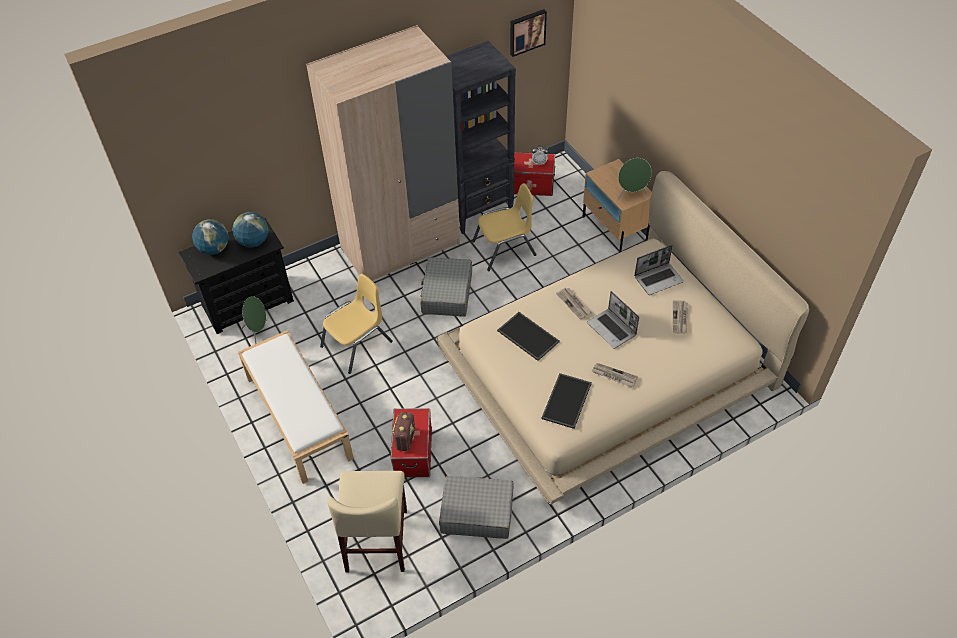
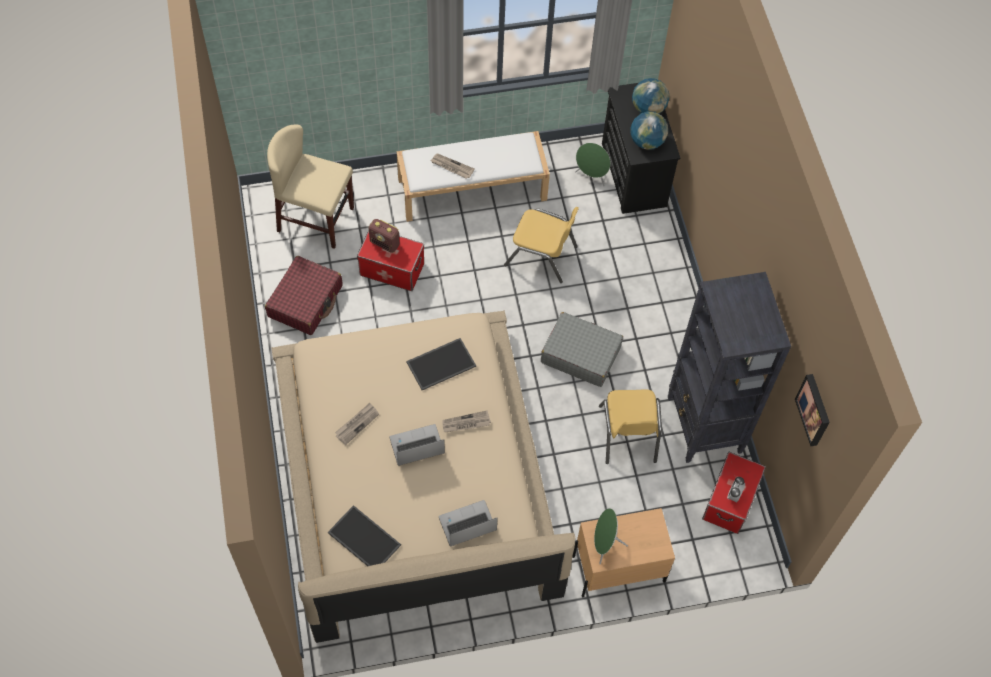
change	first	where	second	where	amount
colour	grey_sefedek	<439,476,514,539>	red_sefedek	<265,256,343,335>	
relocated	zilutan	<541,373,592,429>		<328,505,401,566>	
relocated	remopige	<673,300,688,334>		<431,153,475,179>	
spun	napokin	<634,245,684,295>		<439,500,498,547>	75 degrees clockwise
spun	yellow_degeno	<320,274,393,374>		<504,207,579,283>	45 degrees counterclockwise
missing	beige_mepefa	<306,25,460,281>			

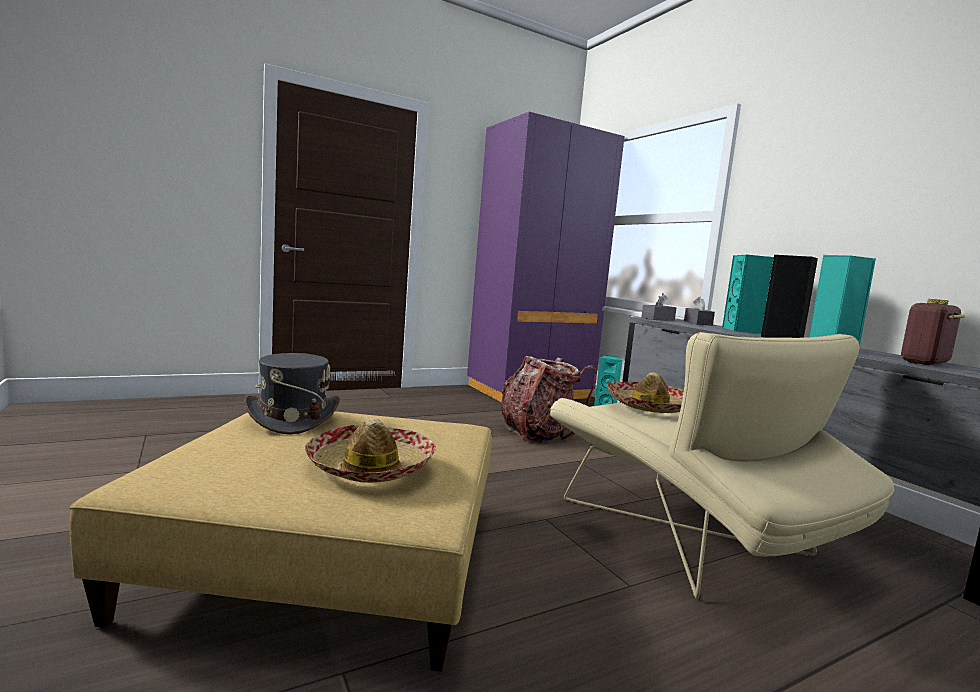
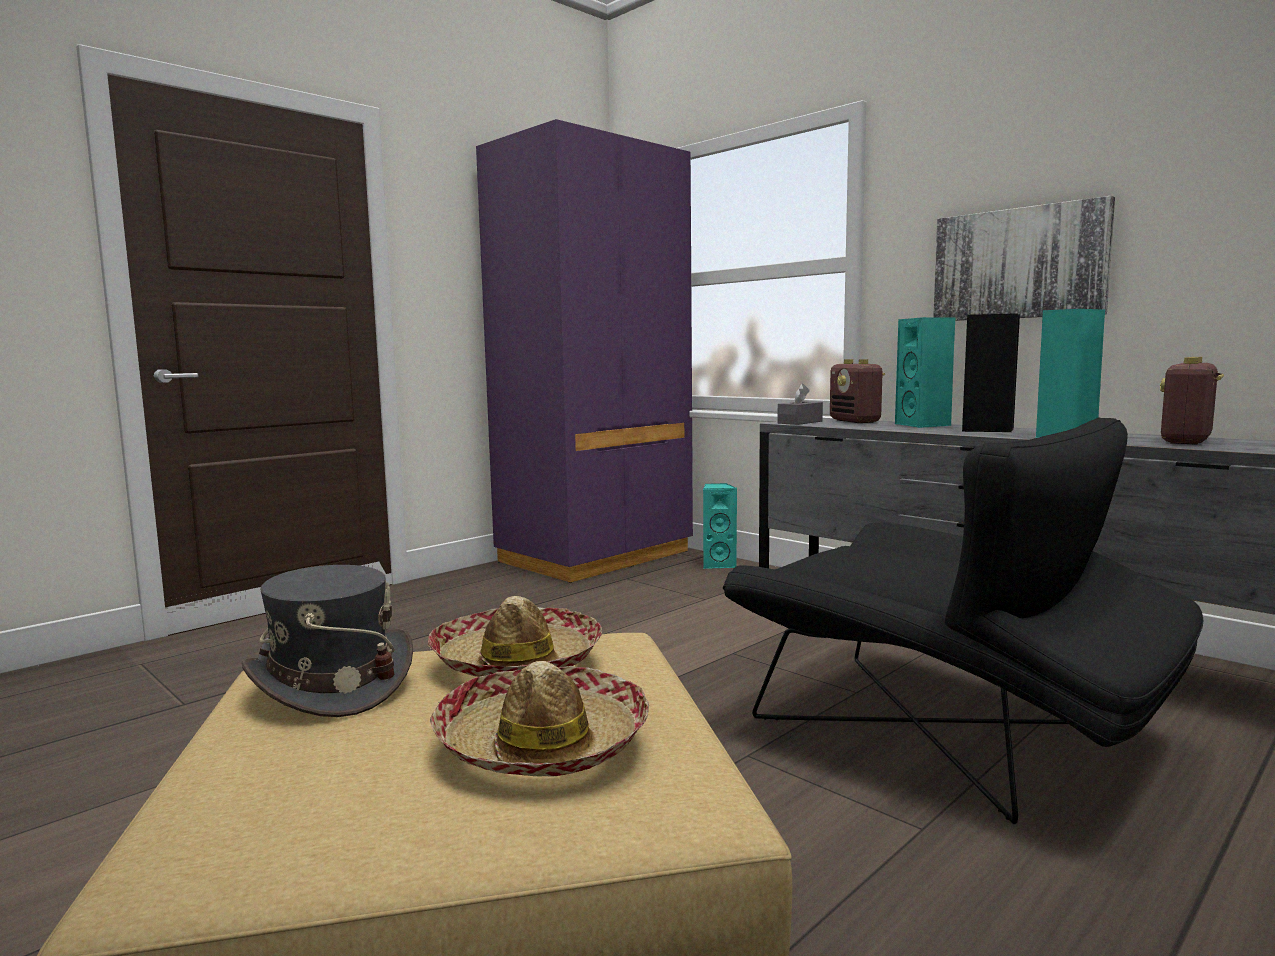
change	first	where	second	where	amount
relocated	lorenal	<607,372,684,413>		<428,596,602,677>	
colour	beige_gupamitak	<549,332,894,599>	black_gupamitak	<723,417,1203,824>	
exchanged	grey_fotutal	<684,296,715,326>	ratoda	<830,359,885,423>	
appeared			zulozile	<933,196,1115,321>	
missing	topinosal	<501,356,597,443>			

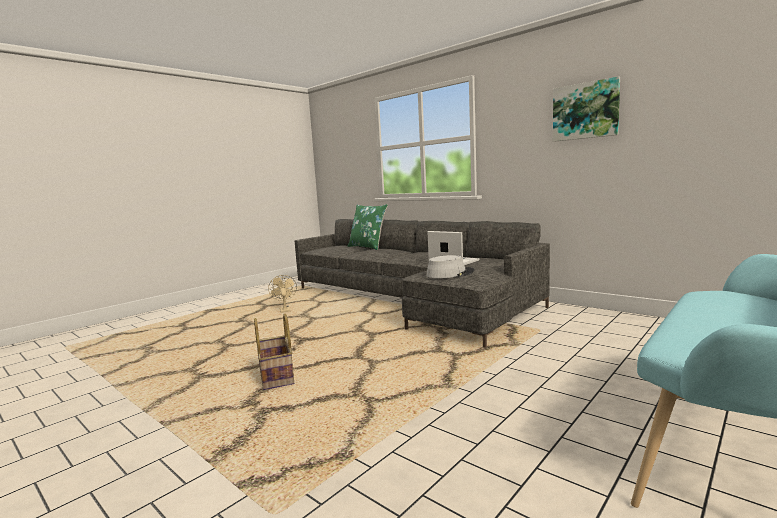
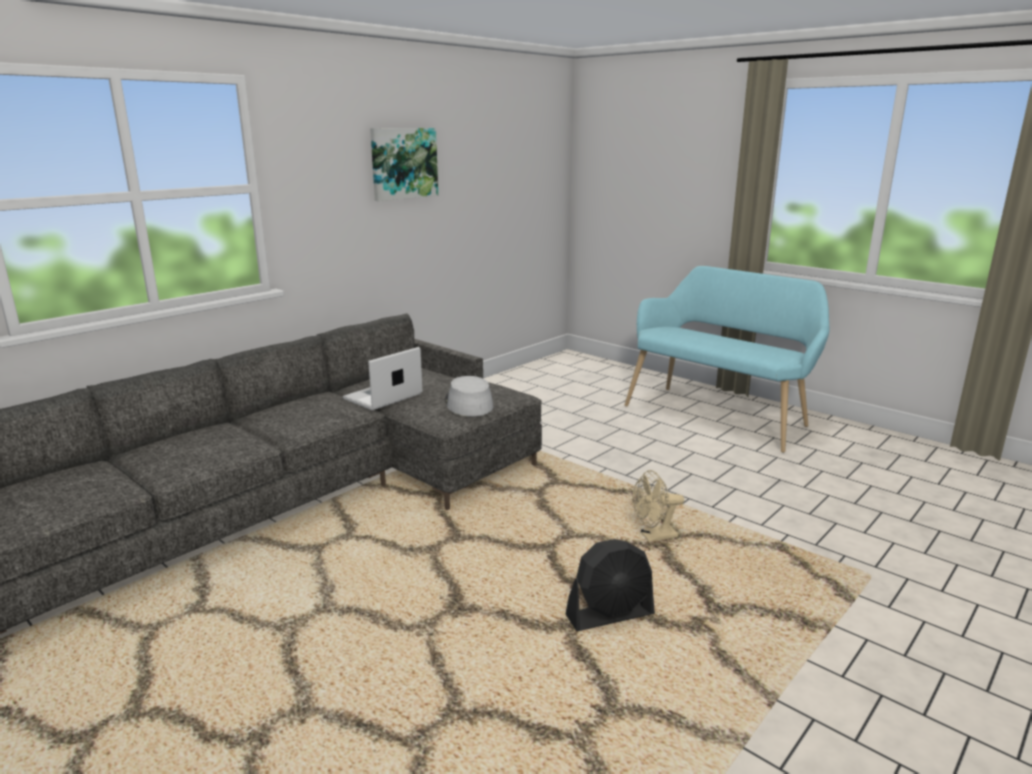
change	first	where	second	where	amount
exchanged	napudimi	<254,314,294,390>	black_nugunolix	<566,539,655,631>	
relocated	beige_nugunolix	<268,275,297,313>		<633,470,684,542>	
missing	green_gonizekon	<347,204,388,250>			

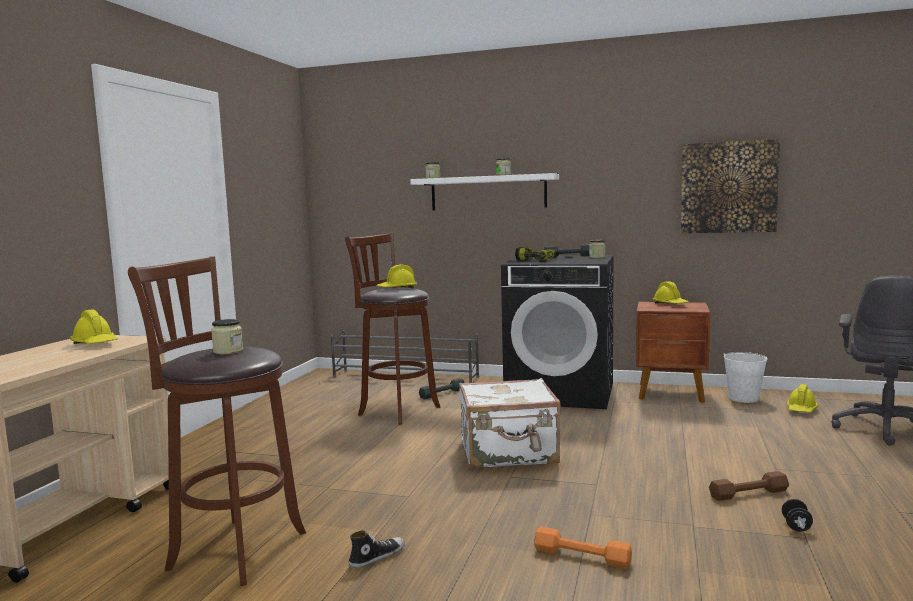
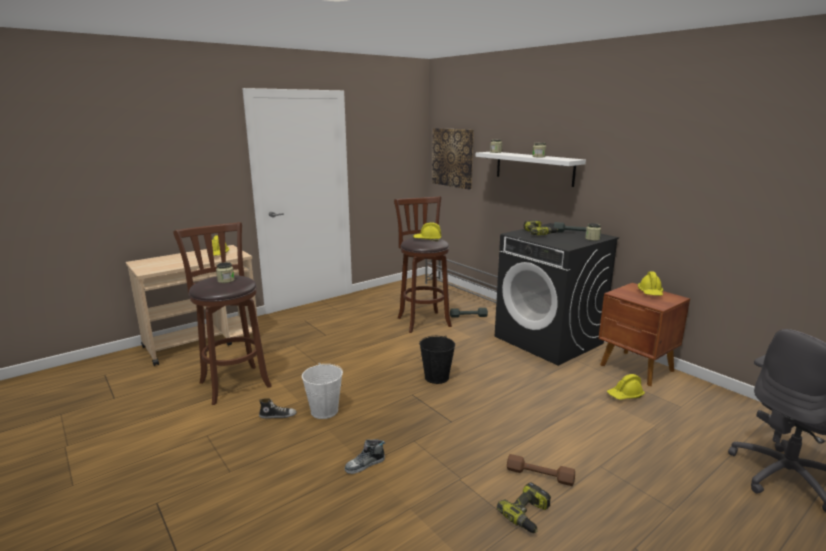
change	first	where	second	where	amount
relocated	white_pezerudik	<724,352,768,403>		<302,363,343,419>	
exchanged	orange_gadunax	<534,526,632,569>	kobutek	<345,439,385,474>	
exchanged	white_sefedek	<459,378,561,468>	black_pezerudik	<419,336,455,384>	
relocated	zulozile	<681,139,780,233>		<432,128,474,190>	
exchanged	black_gadunax	<782,499,813,531>	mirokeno	<497,482,551,533>	
relocated	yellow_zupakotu	<787,384,818,412>		<607,374,645,400>	

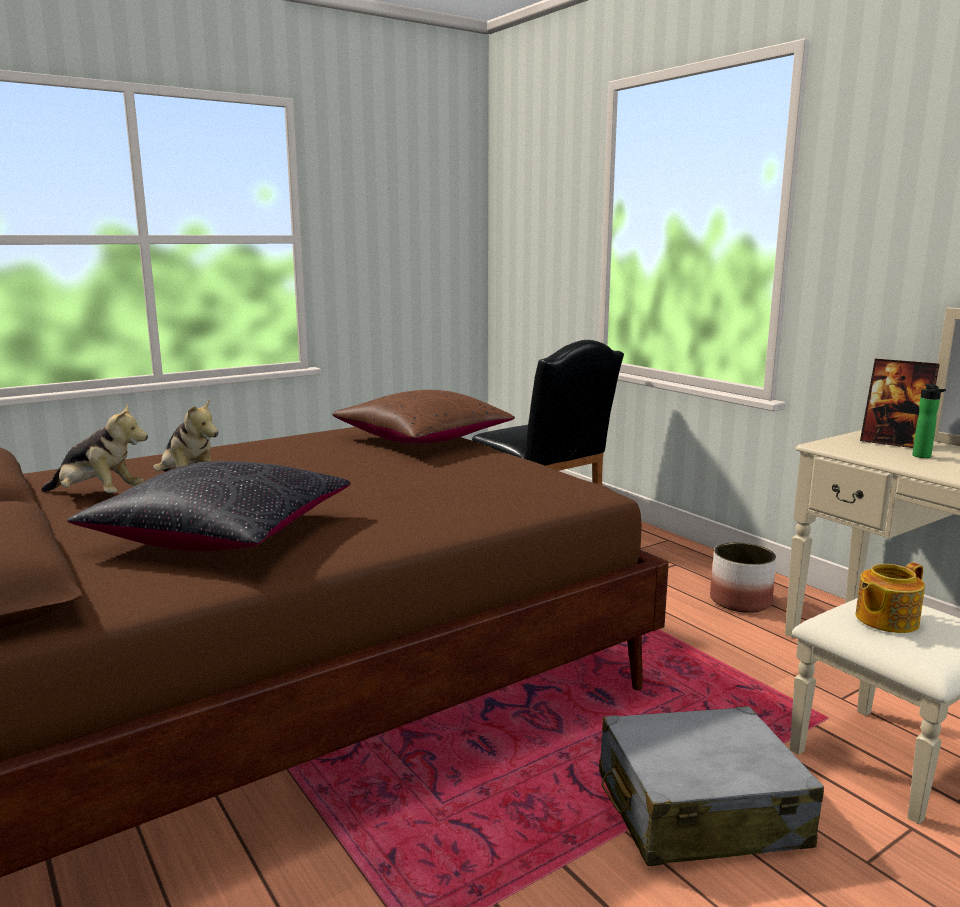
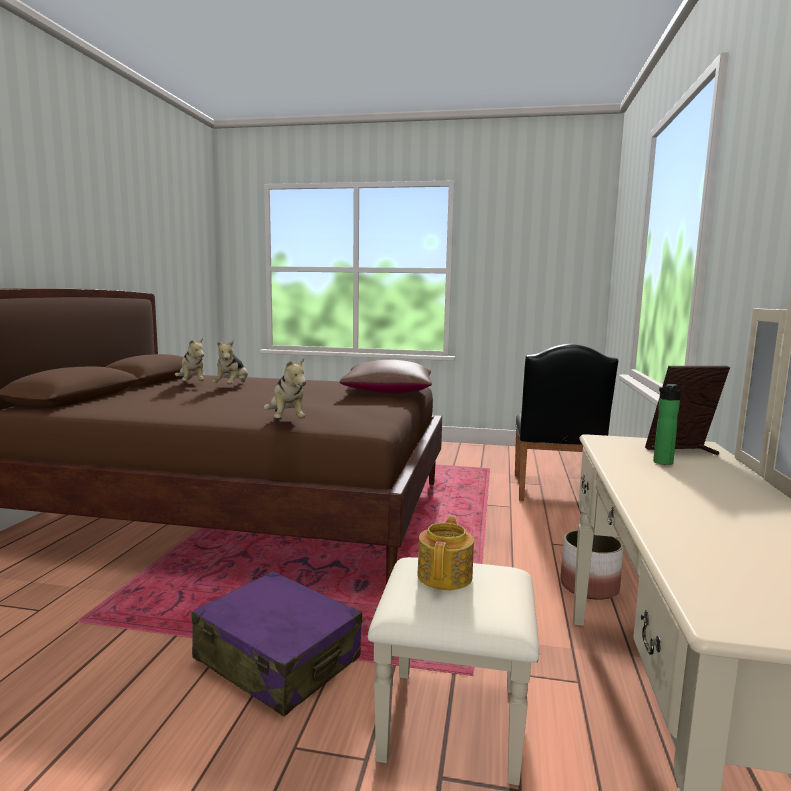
change	first	where	second	where	amount
colour	grey_sefedek	<599,706,824,866>	purple_sefedek	<191,571,362,716>	
appeared			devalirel	<264,358,306,418>	
spun	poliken	<856,562,925,633>		<417,515,474,590>	90 degrees clockwise
spun	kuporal	<860,359,940,448>		<645,366,730,455>	90 degrees clockwise
missing	black_gonizekon	<67,461,351,551>			

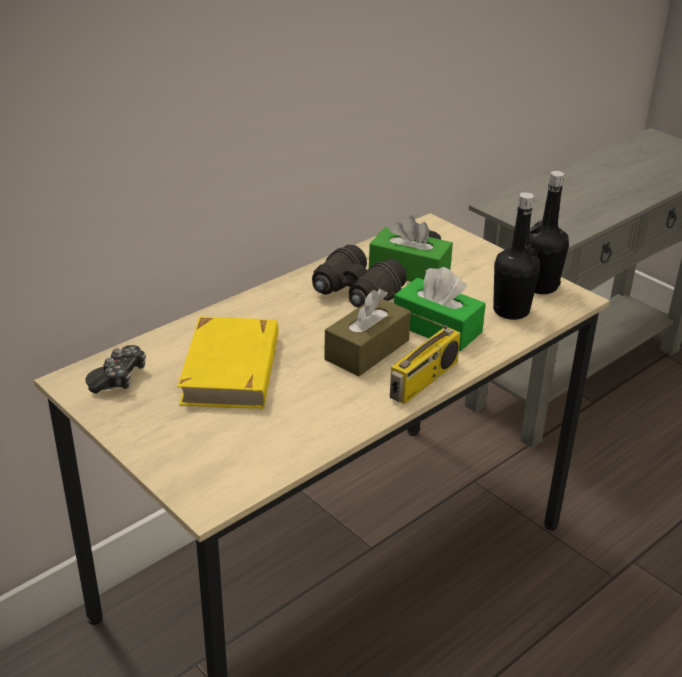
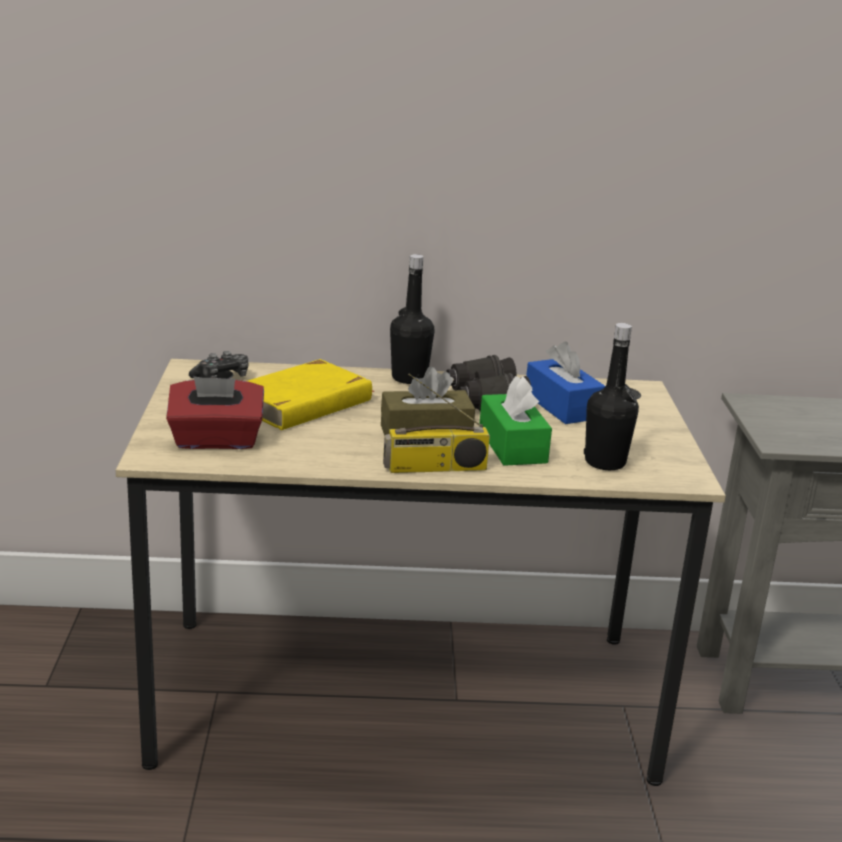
change	first	where	second	where	amount
appeared			red_fotutal	<166,376,264,449>	
relocated	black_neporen	<528,171,569,294>		<390,254,434,384>	
colour	green_fotutal	<369,216,453,282>	blue_fotutal	<526,342,605,424>	

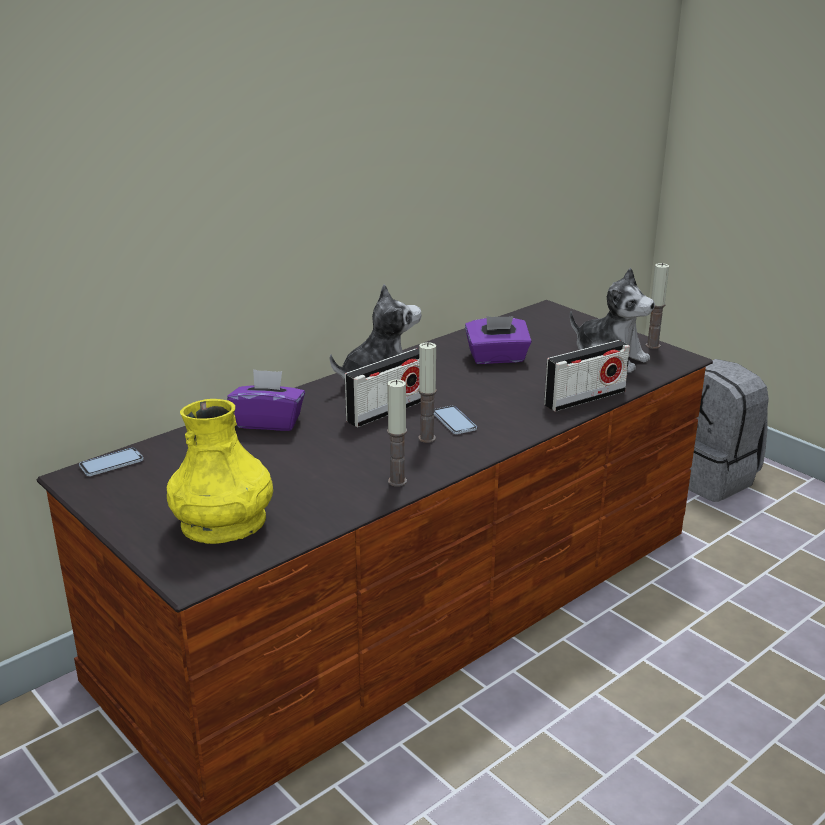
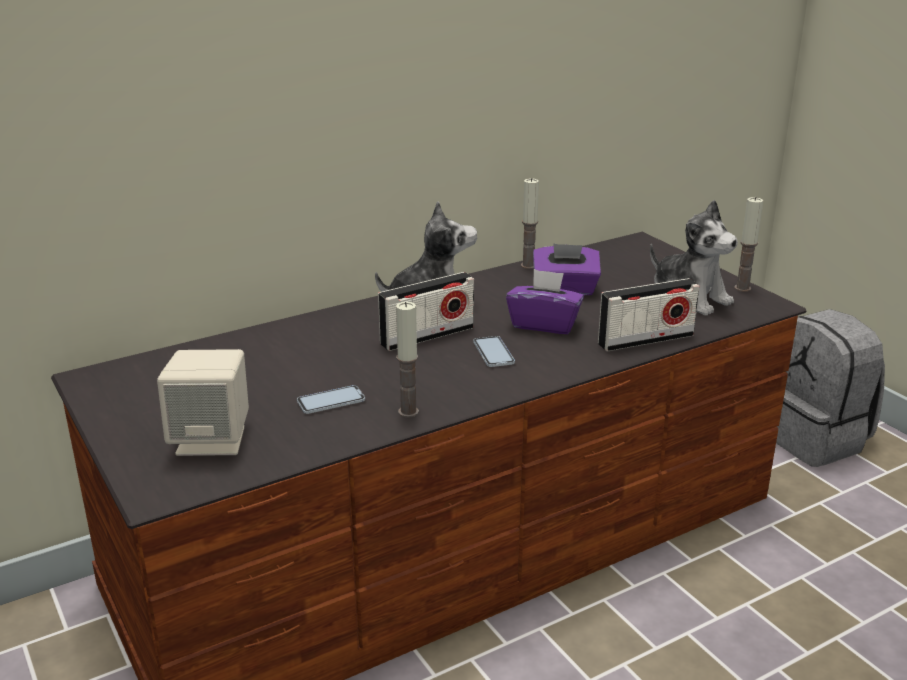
change	first	where	second	where	amount
exchanged	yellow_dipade	<167,399,273,544>	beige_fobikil	<157,349,249,456>	
relocated	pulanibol	<79,448,144,476>		<297,385,365,414>	
relocated	purple_fotutal	<227,369,305,431>		<506,269,584,334>	
relocated	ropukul	<418,342,437,443>		<521,178,539,269>	

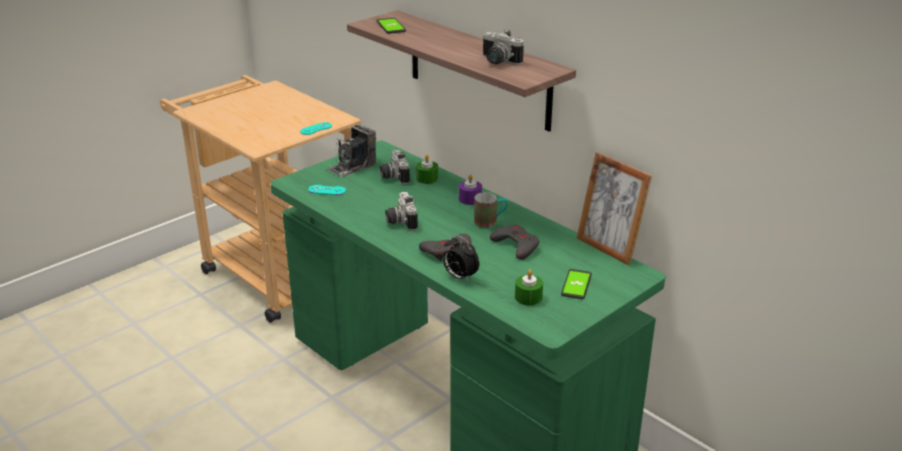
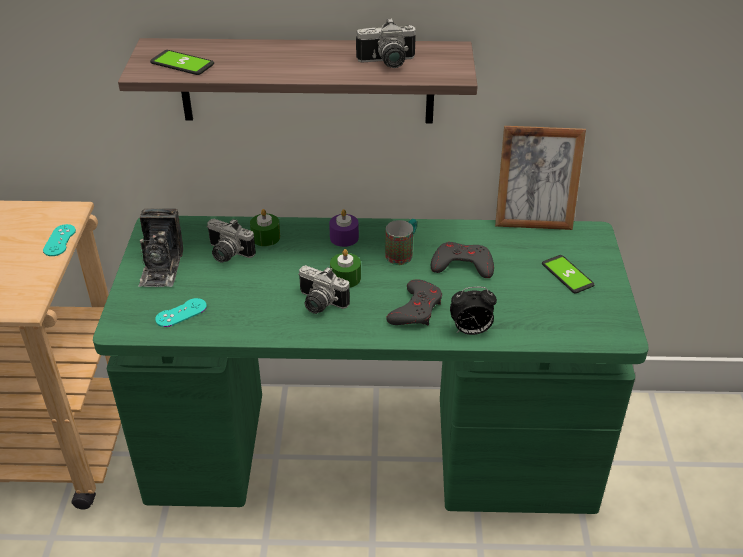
change	first	where	second	where	amount
relocated	green_ropukul	<515,270,543,306>		<330,249,361,288>	

